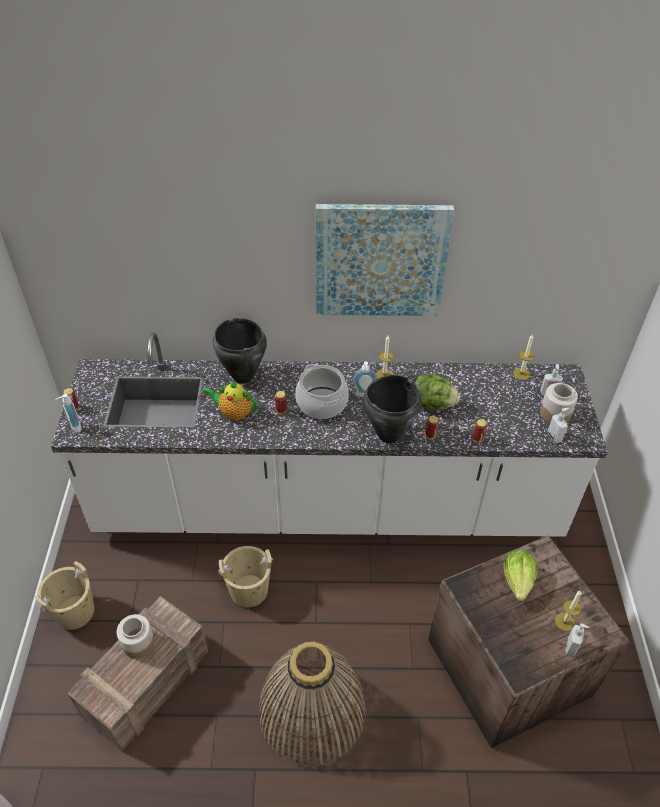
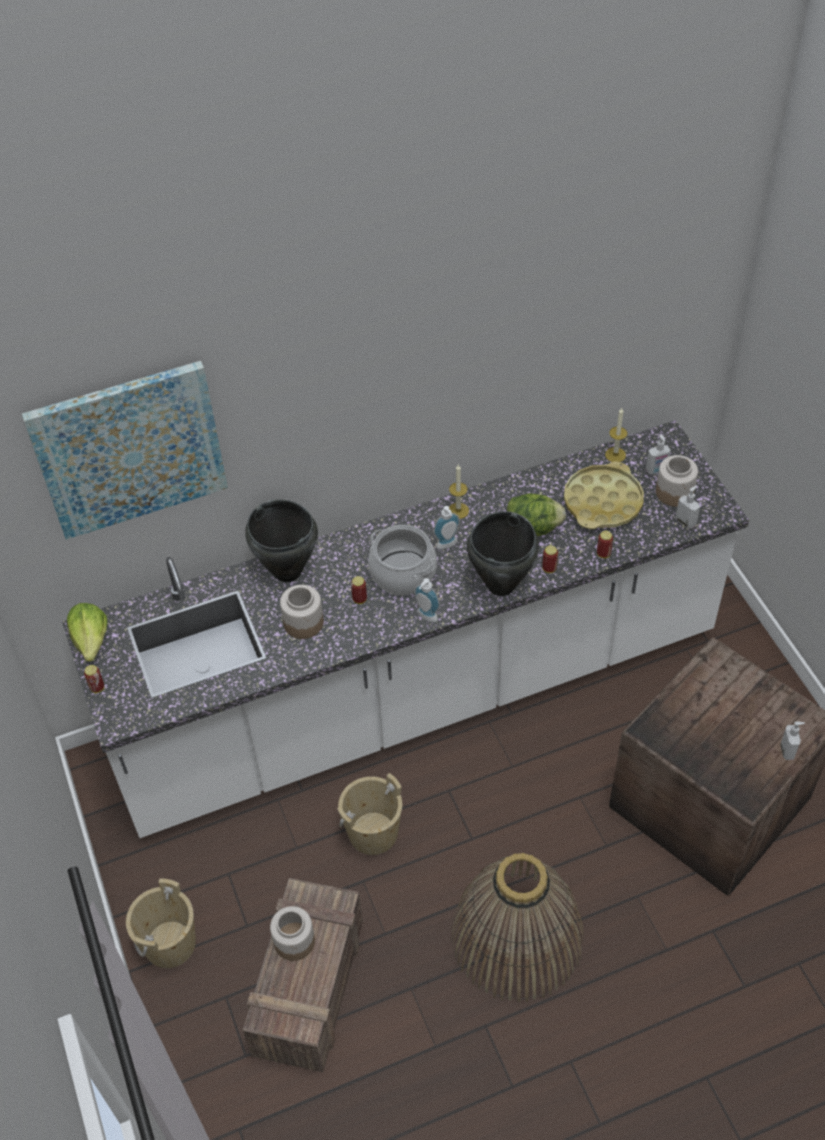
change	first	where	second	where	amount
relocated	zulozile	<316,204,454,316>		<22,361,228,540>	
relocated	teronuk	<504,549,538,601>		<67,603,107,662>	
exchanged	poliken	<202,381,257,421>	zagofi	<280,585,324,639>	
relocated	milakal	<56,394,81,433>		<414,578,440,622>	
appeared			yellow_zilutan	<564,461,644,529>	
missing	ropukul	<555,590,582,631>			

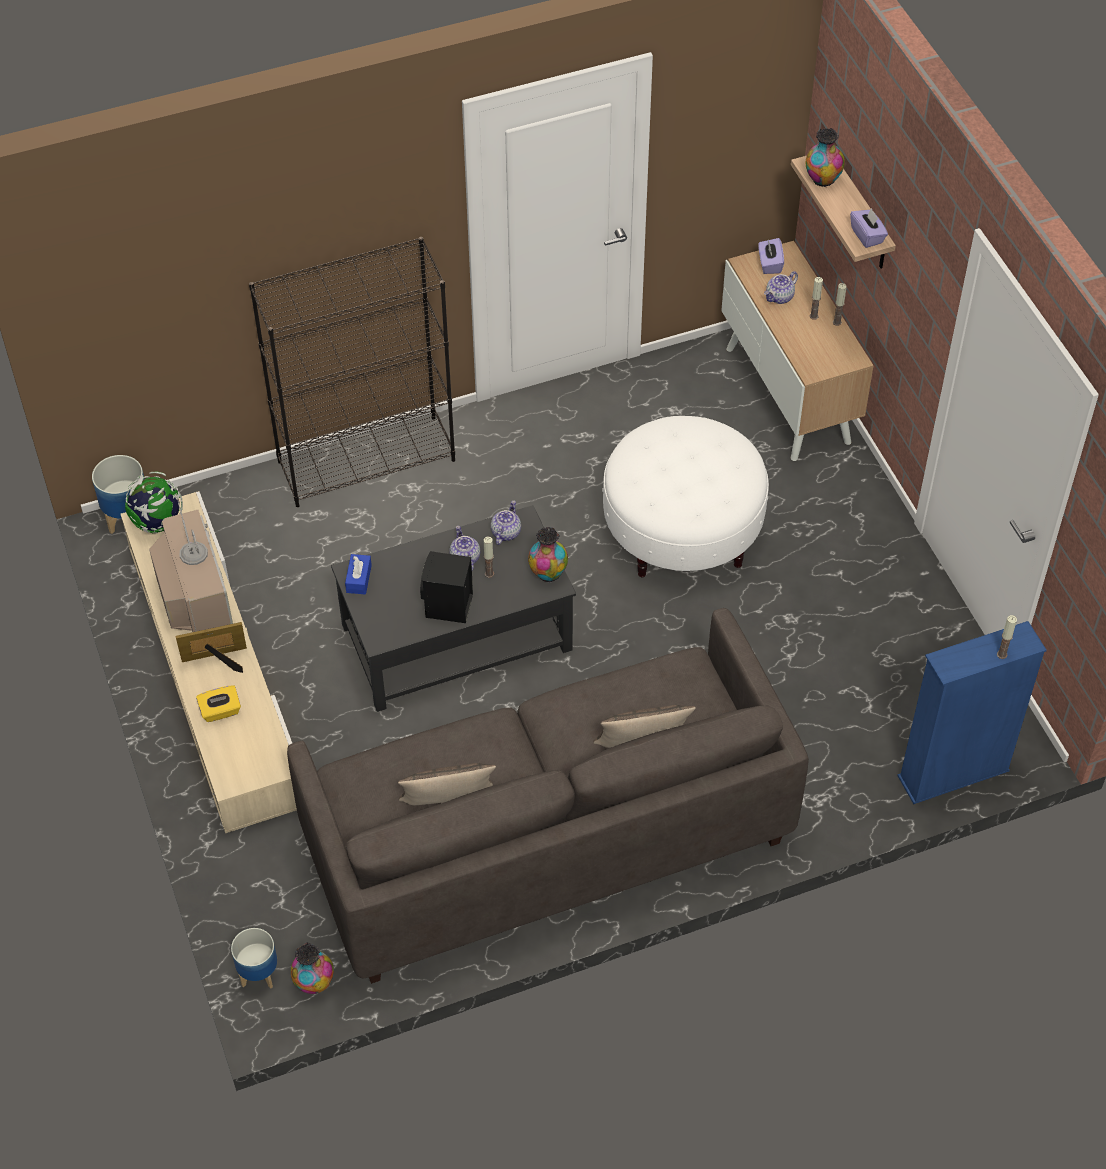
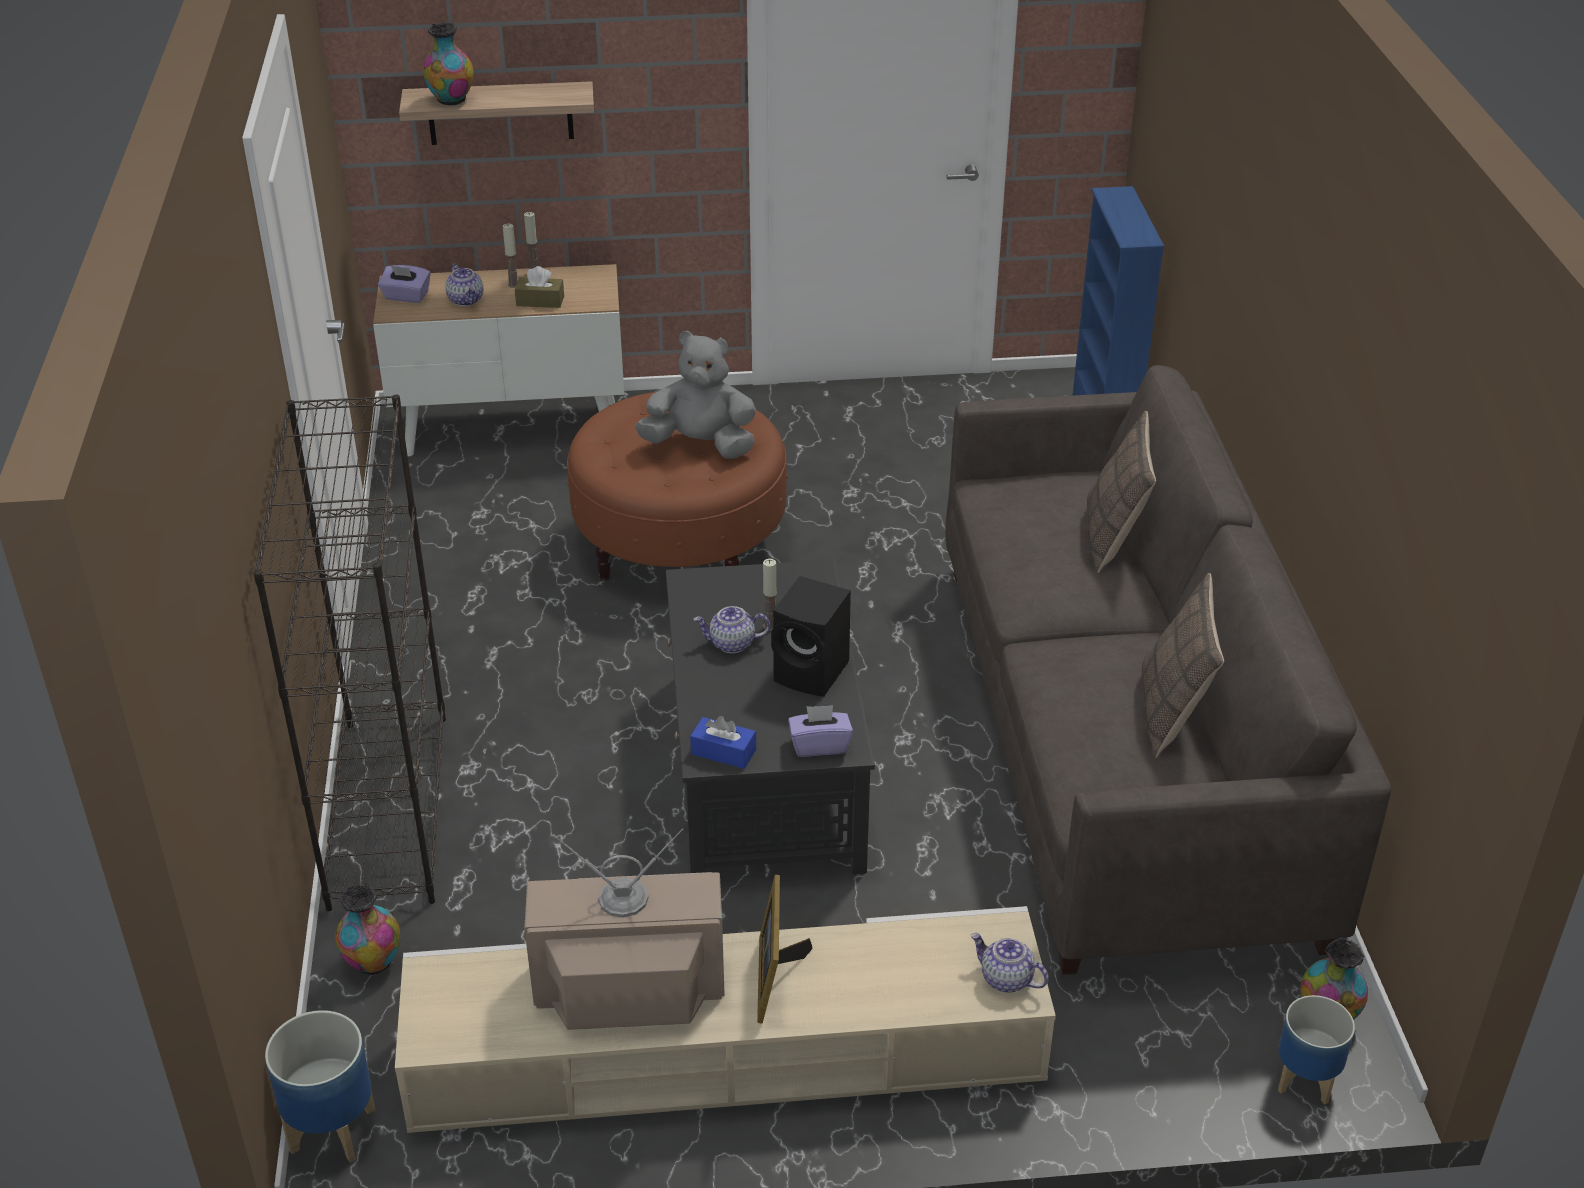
change	first	where	second	where	amount
relocated	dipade	<528,527,568,582>		<335,884,400,975>	
appeared			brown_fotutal	<515,266,564,308>	
colour	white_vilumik	<602,416,769,577>	brown_vilumik	<567,392,788,581>	
appeared			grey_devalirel	<635,331,756,459>	
relocated	purple_fotutal	<850,208,888,248>		<788,705,853,757>	
relocated	poliken	<491,501,521,545>		<971,933,1049,993>	
missing	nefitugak	<125,472,183,533>			
missing	yellow_fotutal	<196,685,241,722>			
missing	ropukul	<997,615,1017,659>			

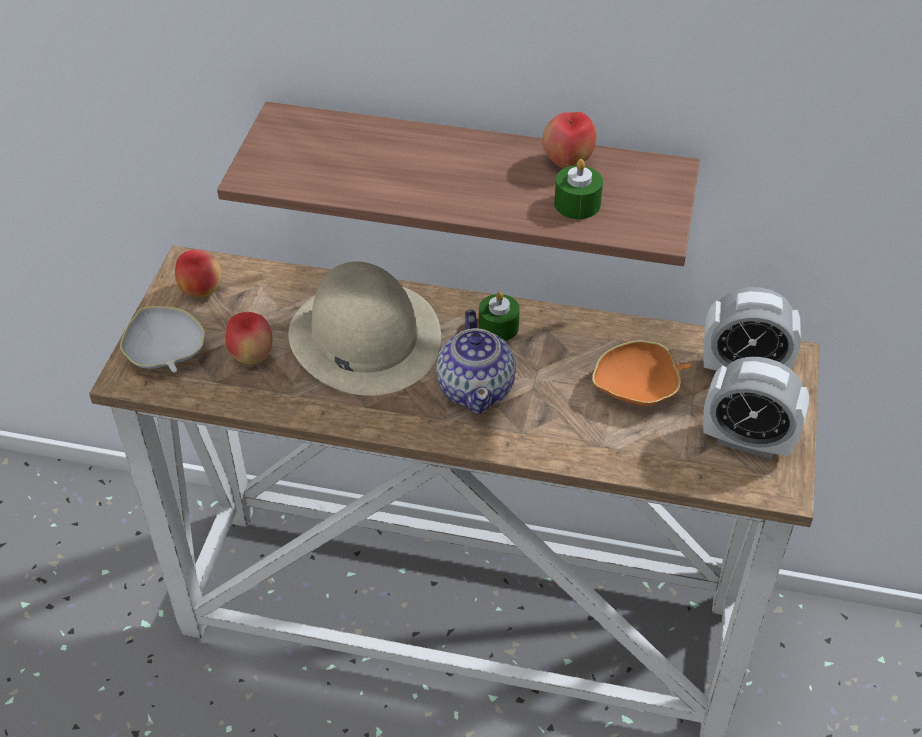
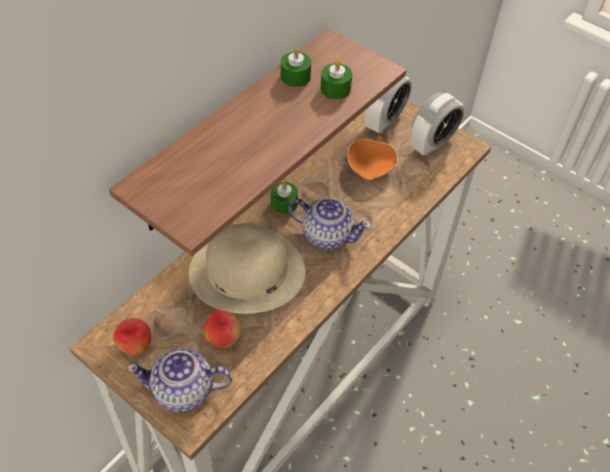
change	first	where	second	where	amount
exchanged	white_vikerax	<120,306,205,373>	poliken	<127,348,232,413>	
exchanged	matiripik	<542,112,596,169>	green_ropukul	<281,48,311,87>	

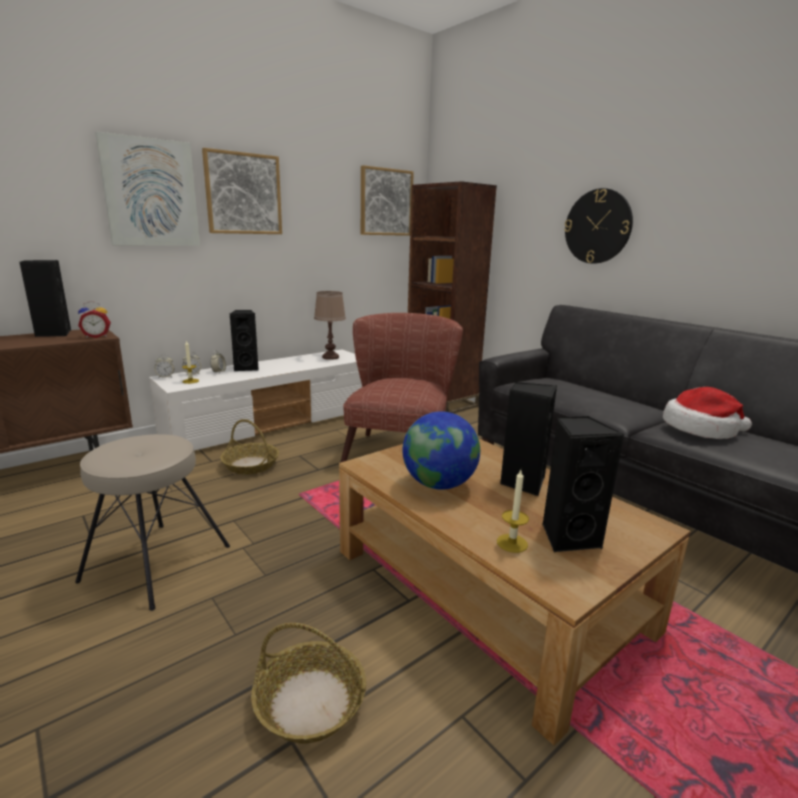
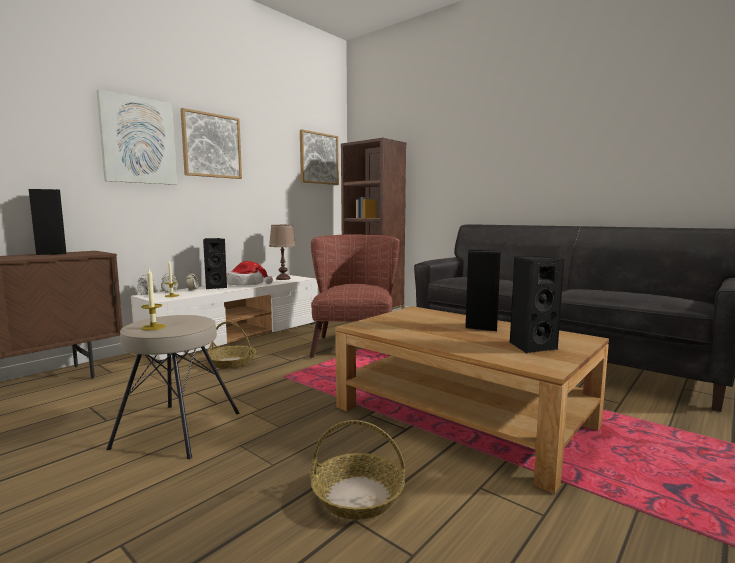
change	first	where	second	where	amount
relocated	ropukul	<497,470,529,553>		<141,269,166,330>	
relocated	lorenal	<663,387,752,439>		<227,261,273,286>	
missing	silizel	<78,301,111,338>			
missing	nefitugak	<402,411,480,490>			
missing	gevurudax	<564,188,633,264>			

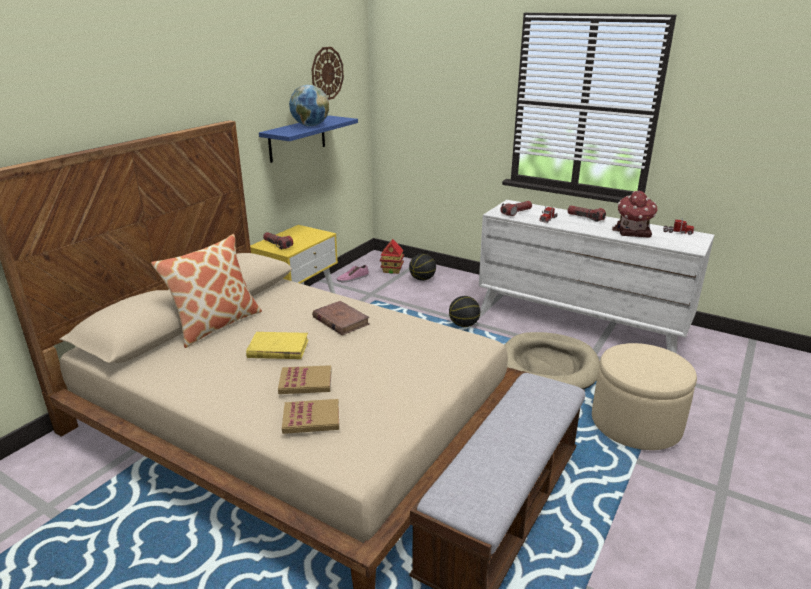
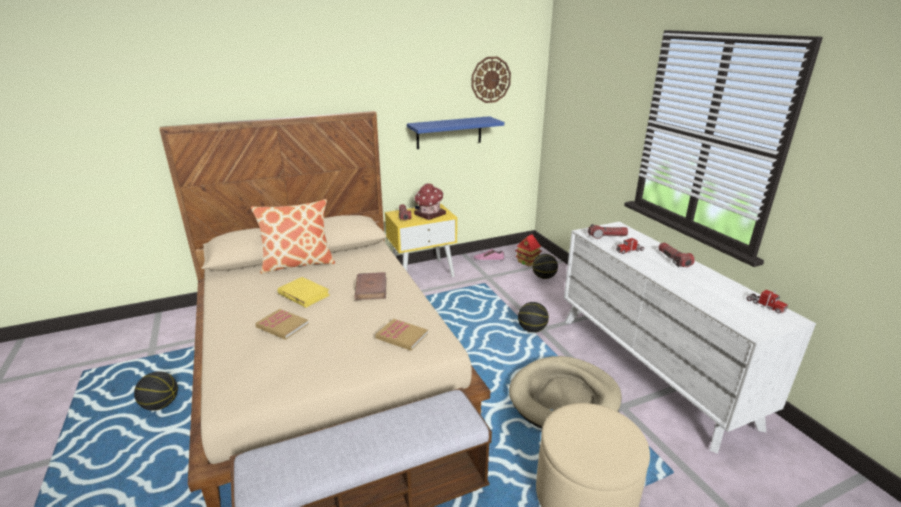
change	first	where	second	where	amount
appeared			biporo	<134,371,178,411>	
relocated	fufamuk	<282,399,339,434>		<375,319,428,351>	
relocated	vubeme	<612,190,657,238>		<414,183,446,220>	
missing	nefitugak	<289,85,329,126>			

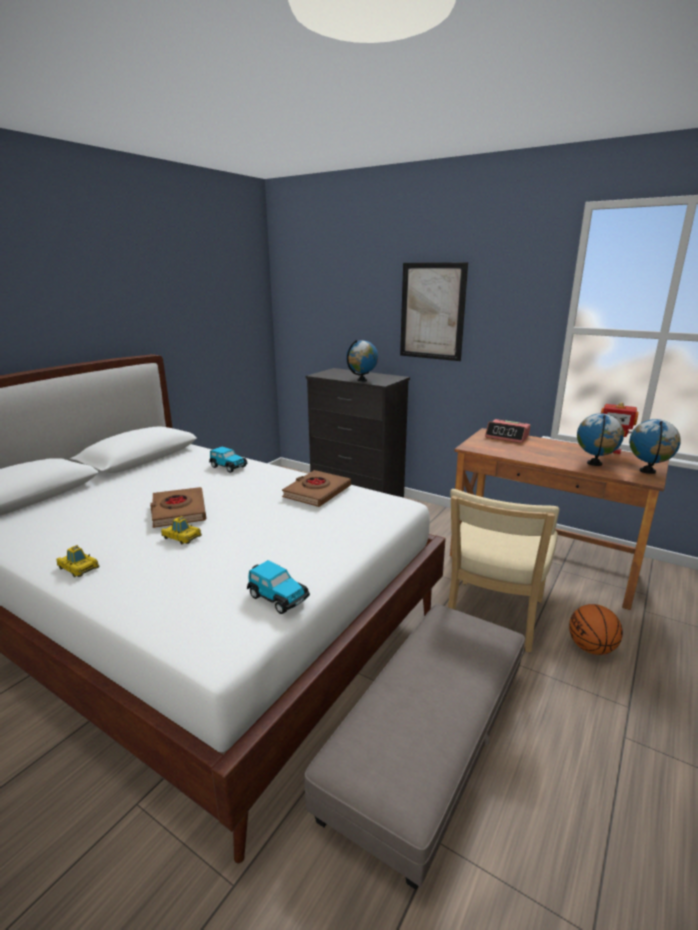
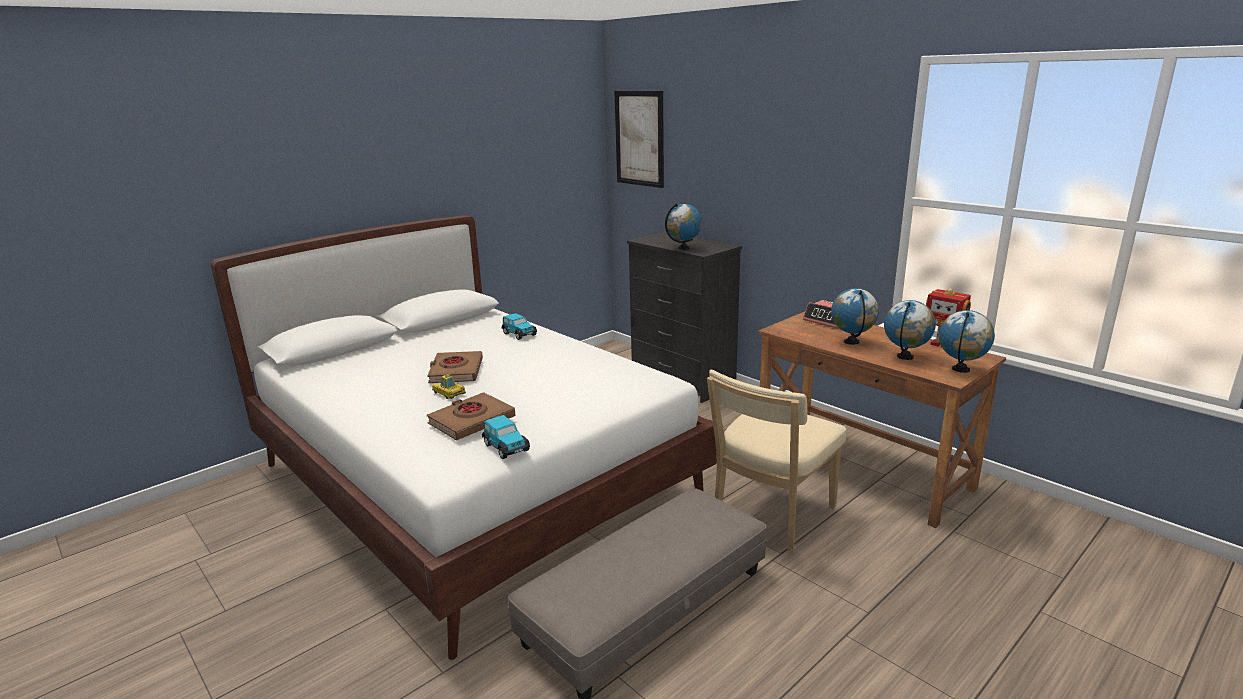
change	first	where	second	where	amount
relocated	brown_fufamuk	<282,470,351,507>		<427,392,516,441>	
relocated	zulozile	<400,262,468,361>		<614,91,664,188>	
appeared			nefitugak	<831,288,879,345>	
missing	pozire	<56,545,100,577>			
missing	biporo	<569,604,623,655>			

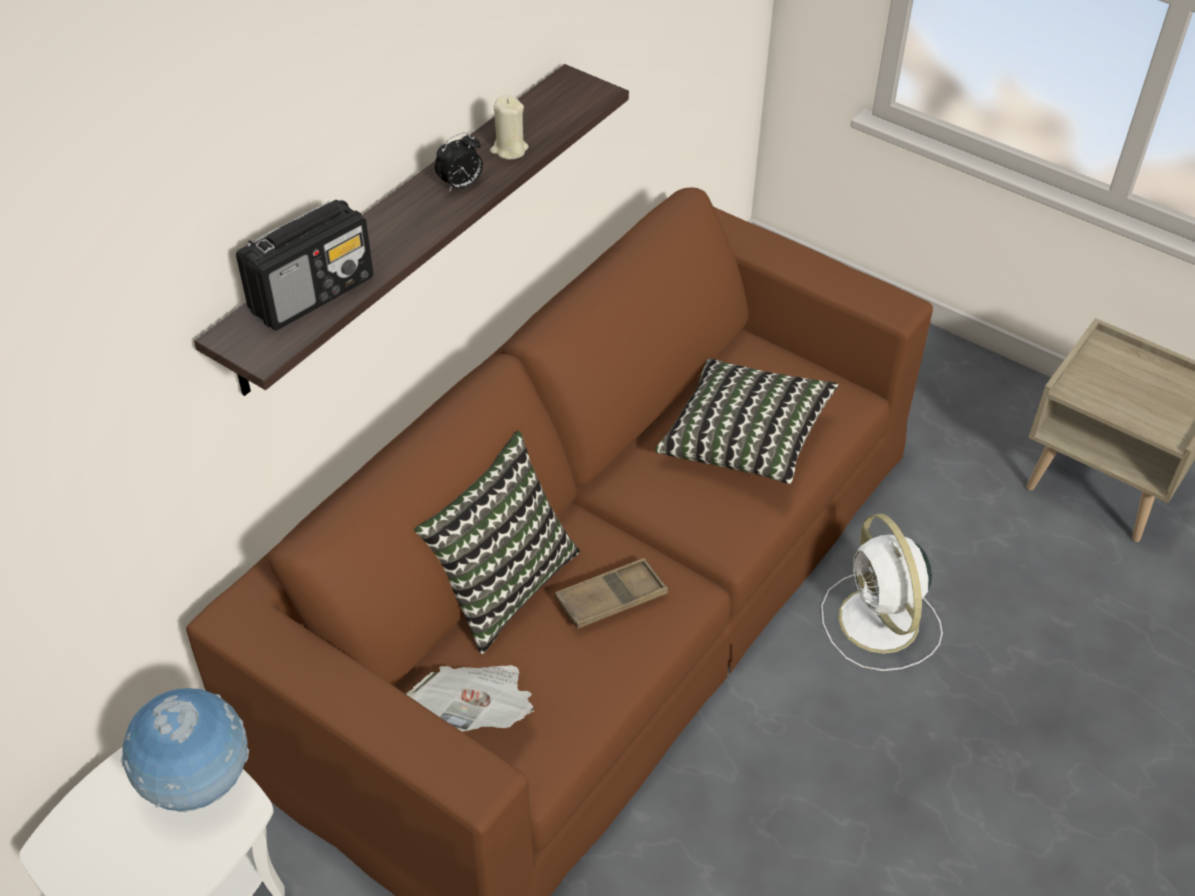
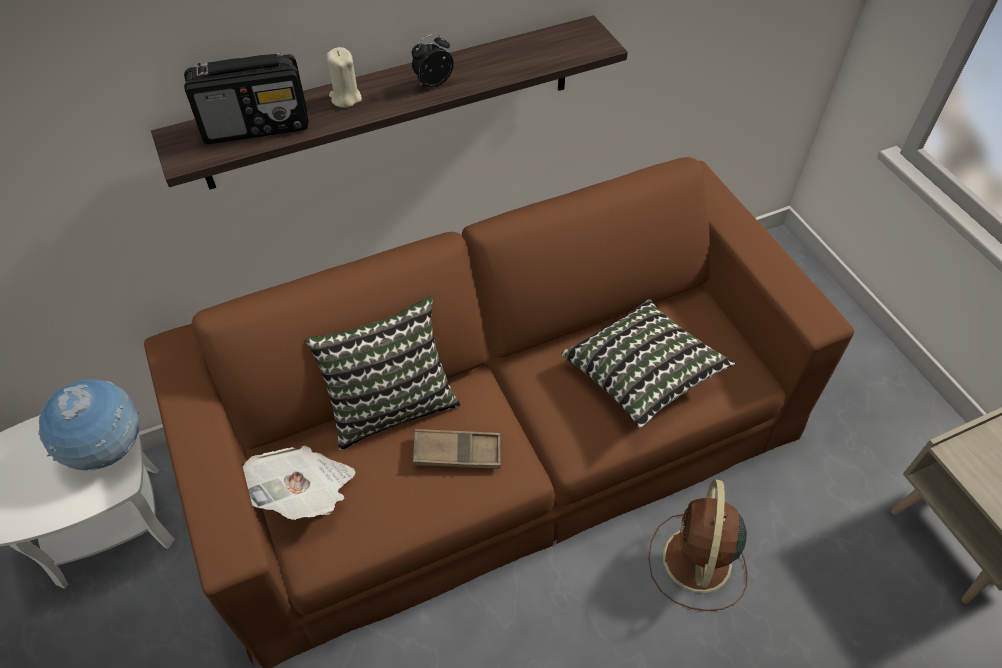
change	first	where	second	where	amount
relocated	beige_ropukul	<490,95,529,159>		<326,47,362,108>	
spun	silizel	<435,132,483,192>		<412,33,454,87>	150 degrees clockwise
colour	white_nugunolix	<821,514,943,671>	brown_nugunolix	<648,479,748,611>	

